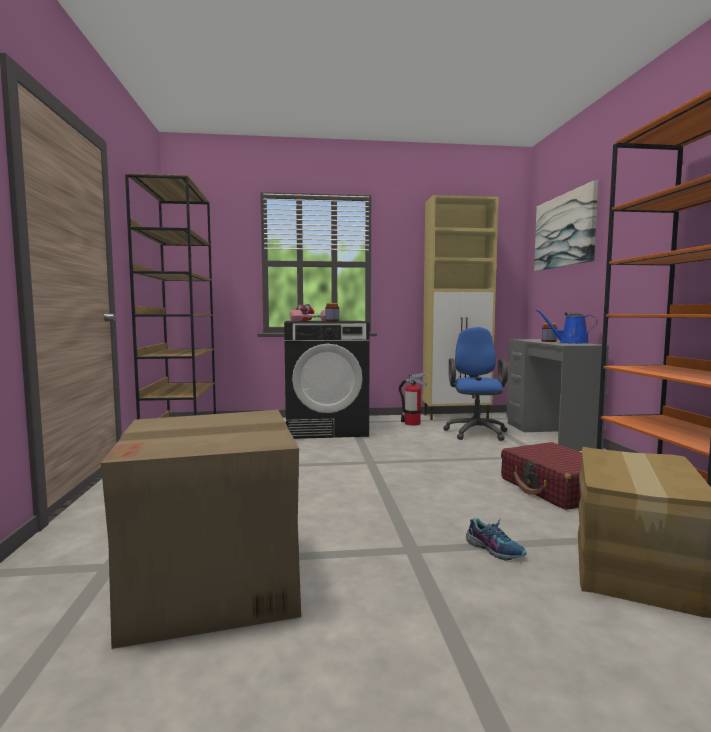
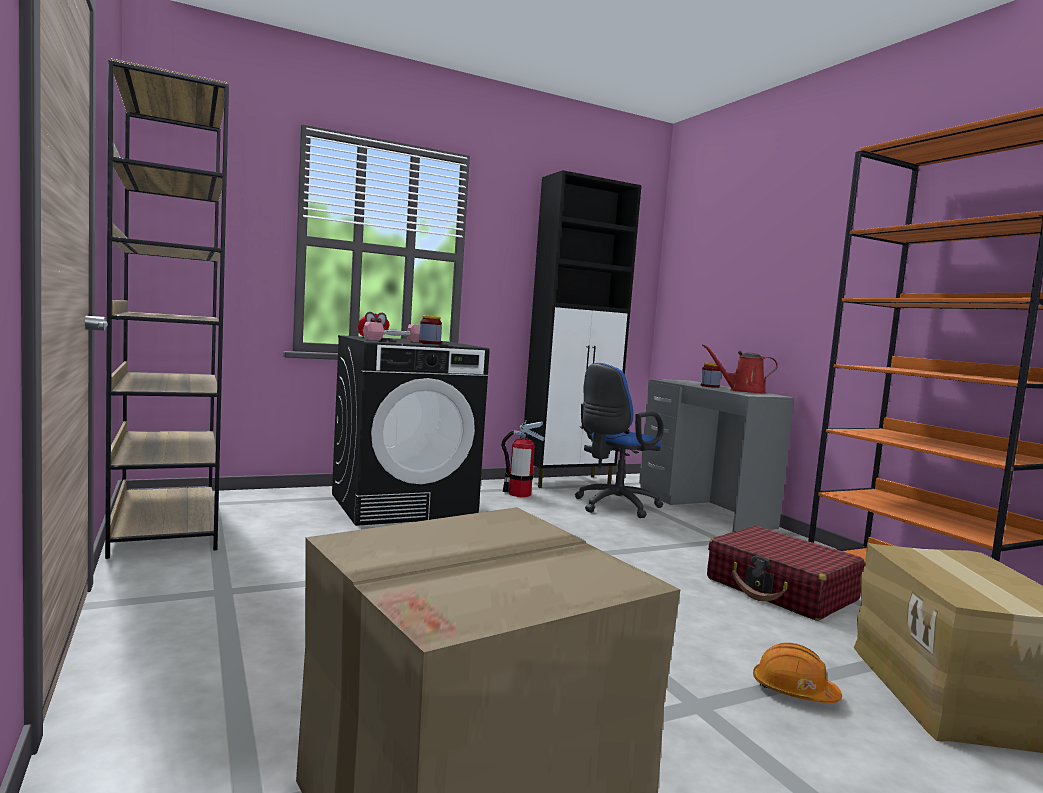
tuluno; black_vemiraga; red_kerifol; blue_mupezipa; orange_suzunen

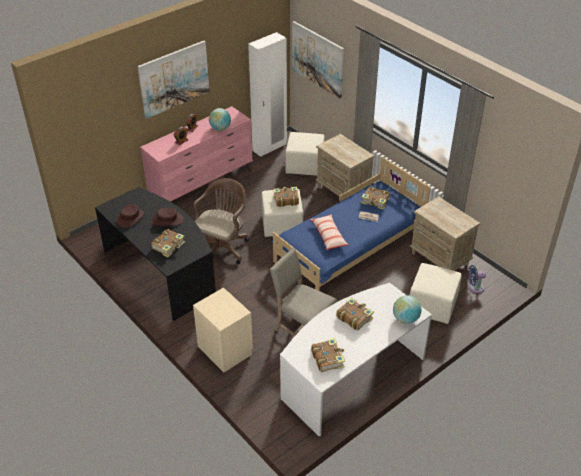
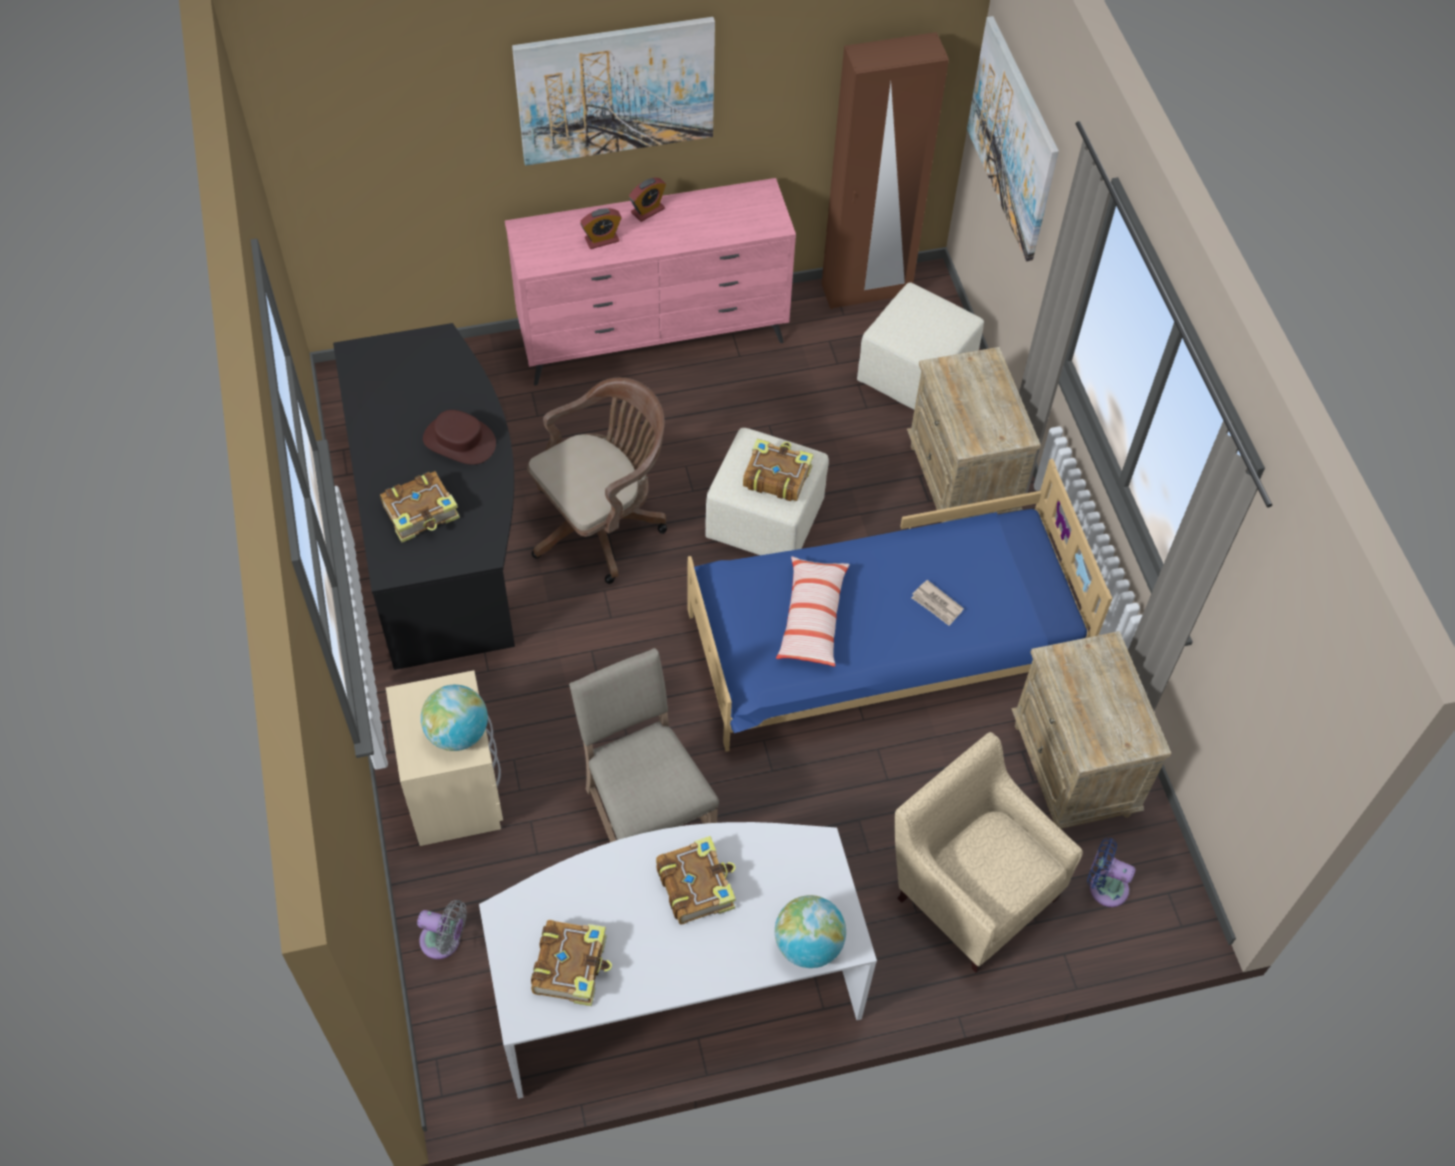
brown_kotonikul; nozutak (no. 1 from left); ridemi (no. 5 from left in the first image); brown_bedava (no. 1 from left in the first image); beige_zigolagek; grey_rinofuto

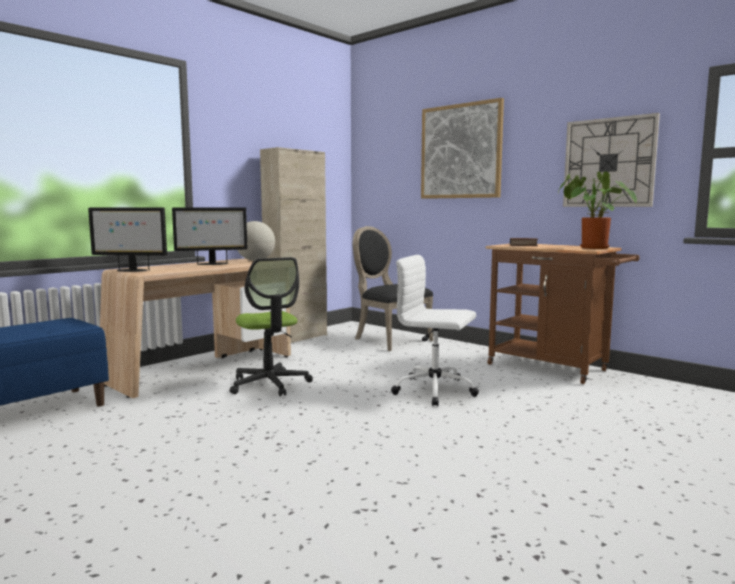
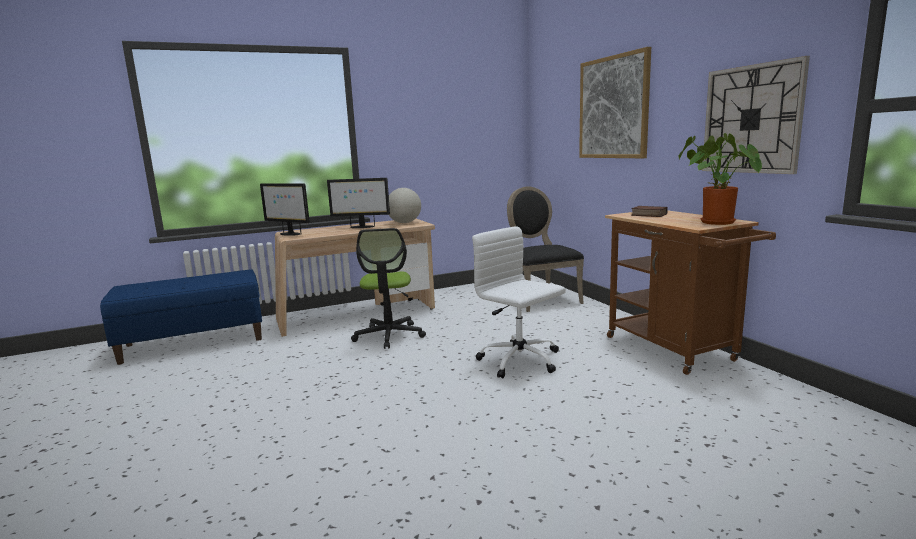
beige_vemiraga

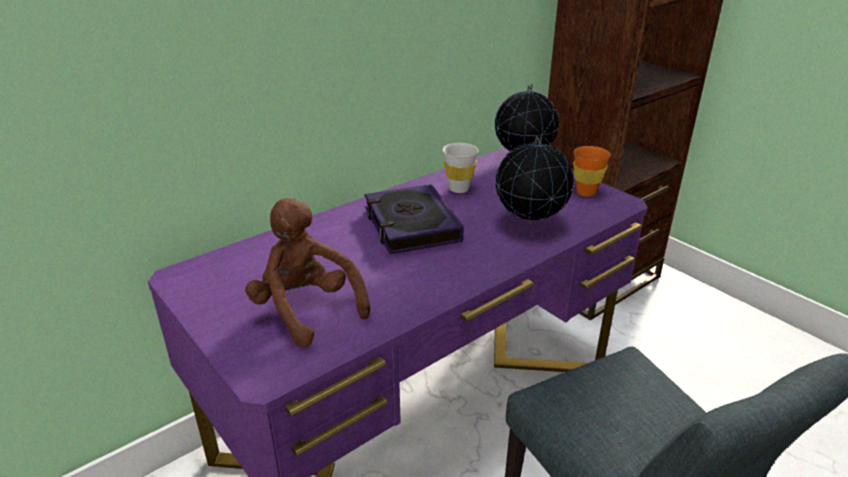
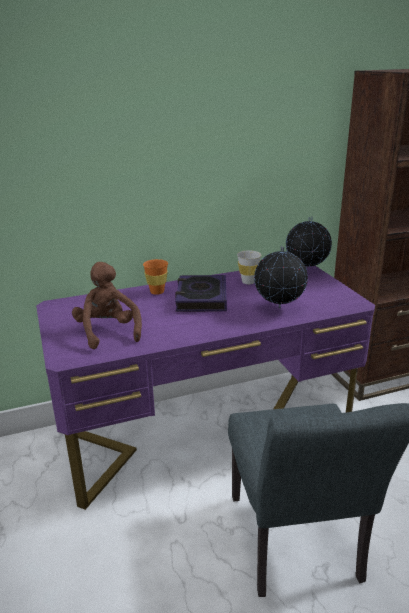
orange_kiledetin

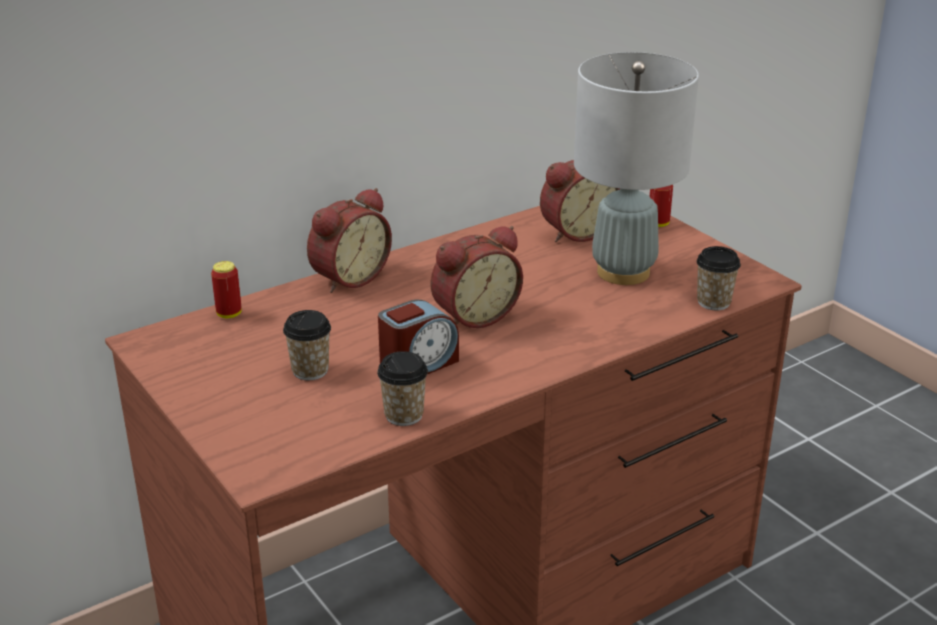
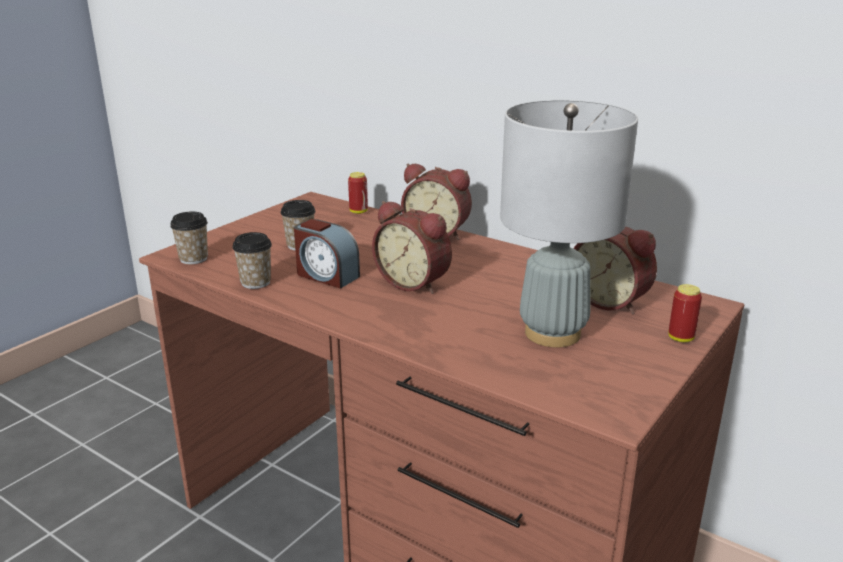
kiledetin (no. 1 from left)

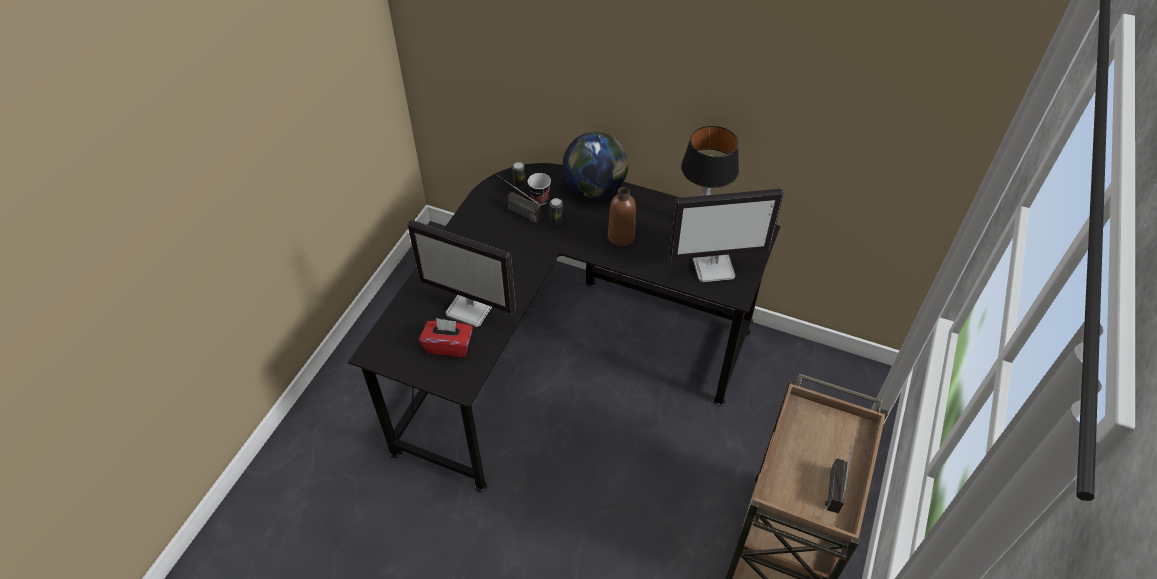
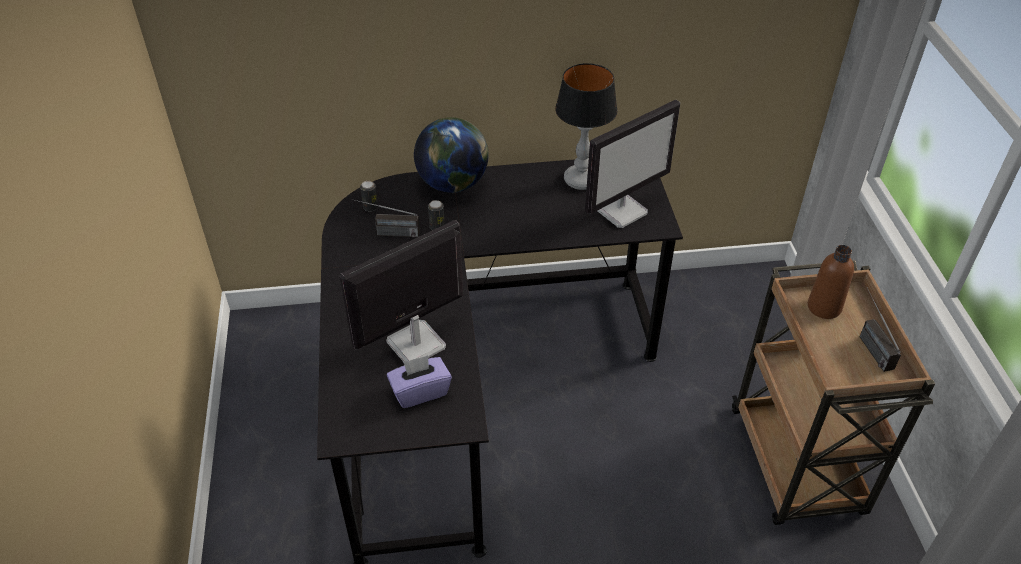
kiledetin; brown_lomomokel; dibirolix (no. 1 from left); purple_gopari

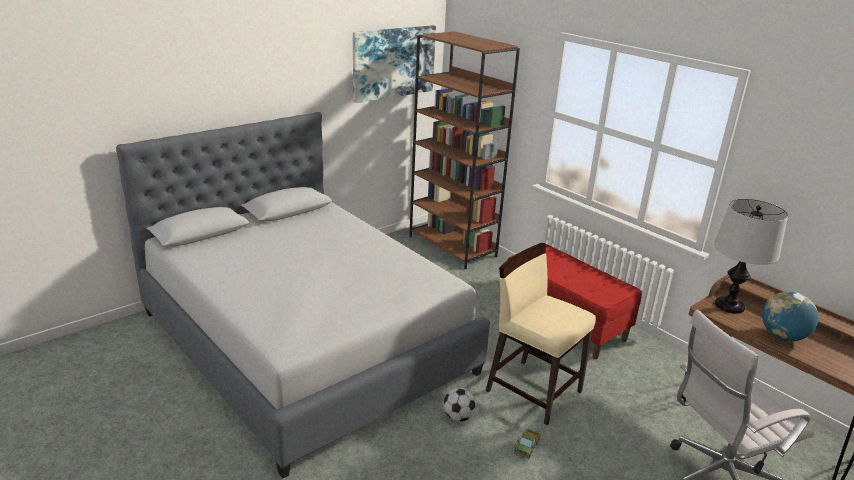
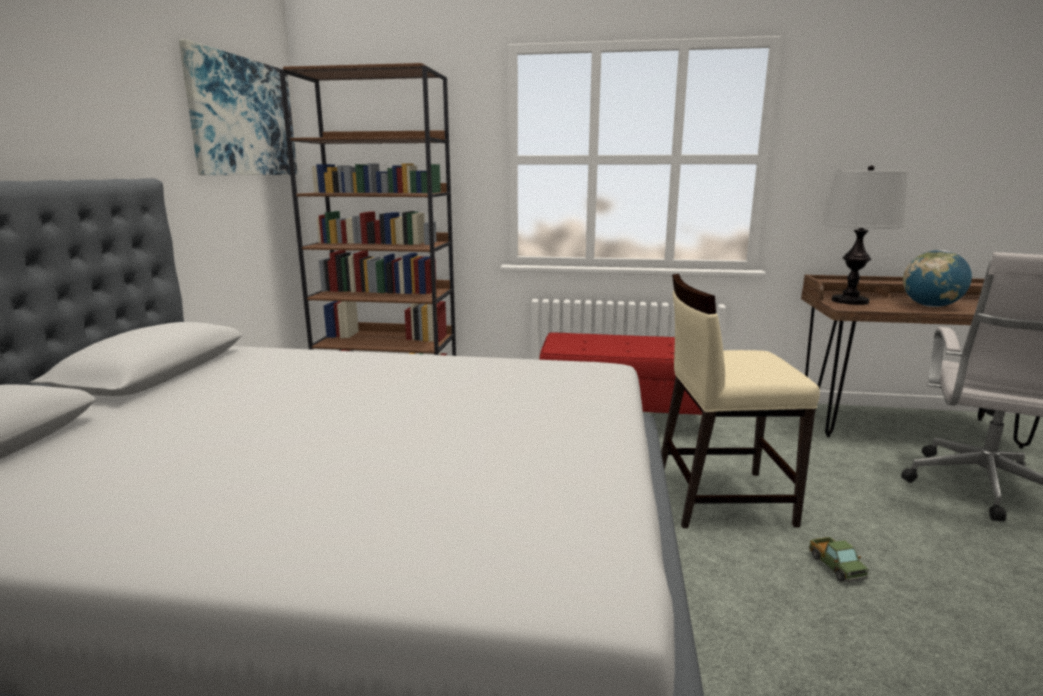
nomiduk

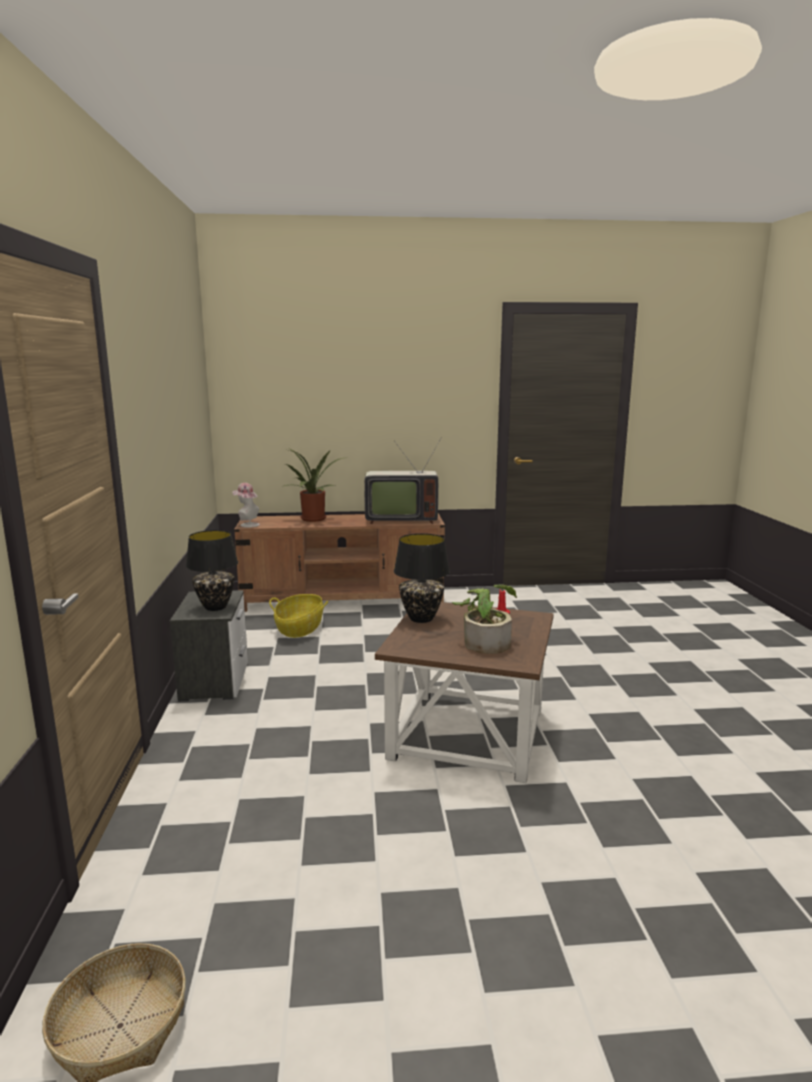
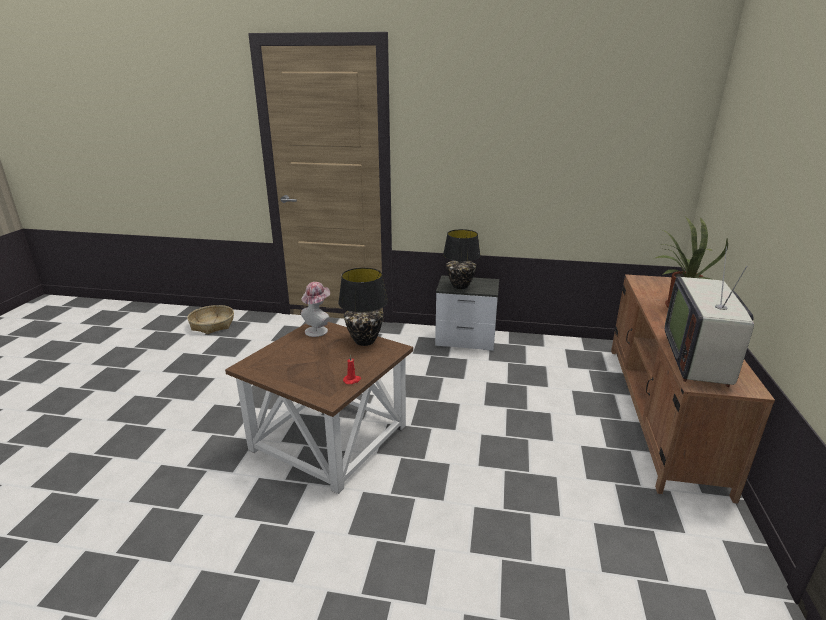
bedava; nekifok (no. 2 from left in the first image); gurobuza (no. 2 from left in the first image)

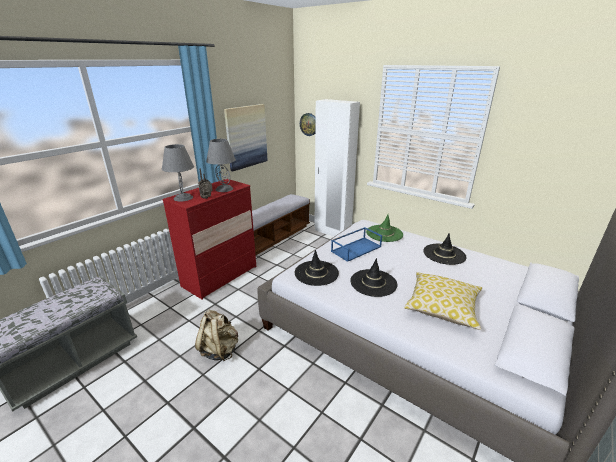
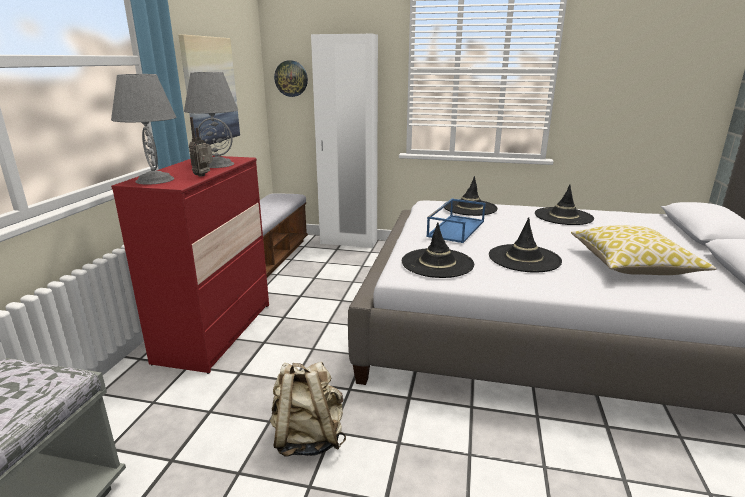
black_bedava (no. 2 from left)

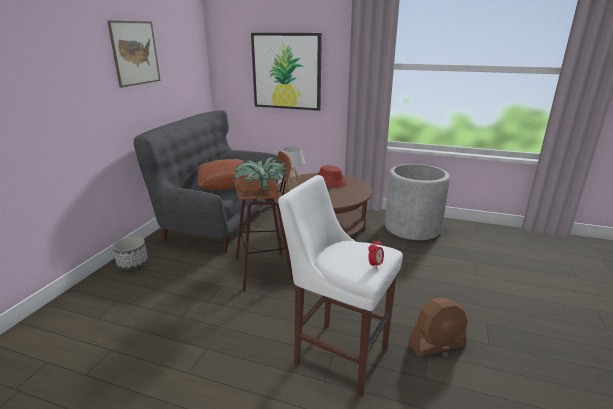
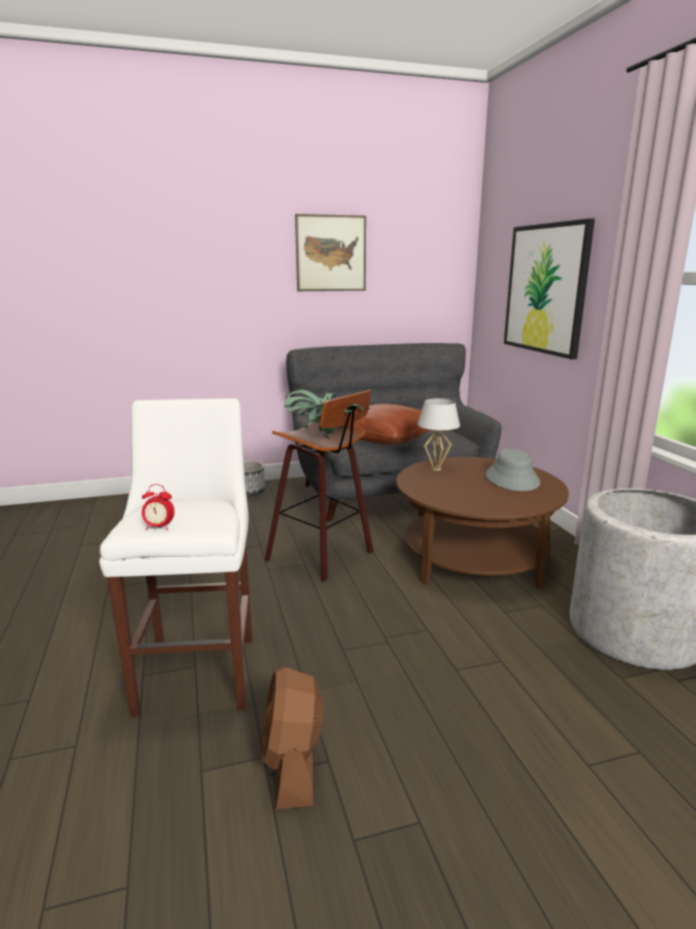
grey_bedava; brown_rinofuto

